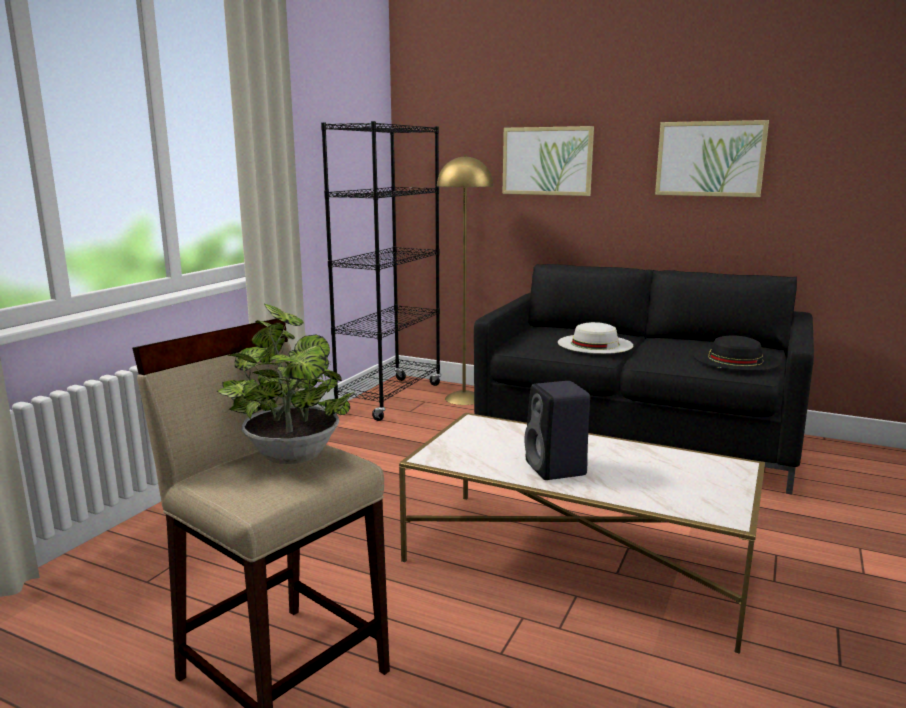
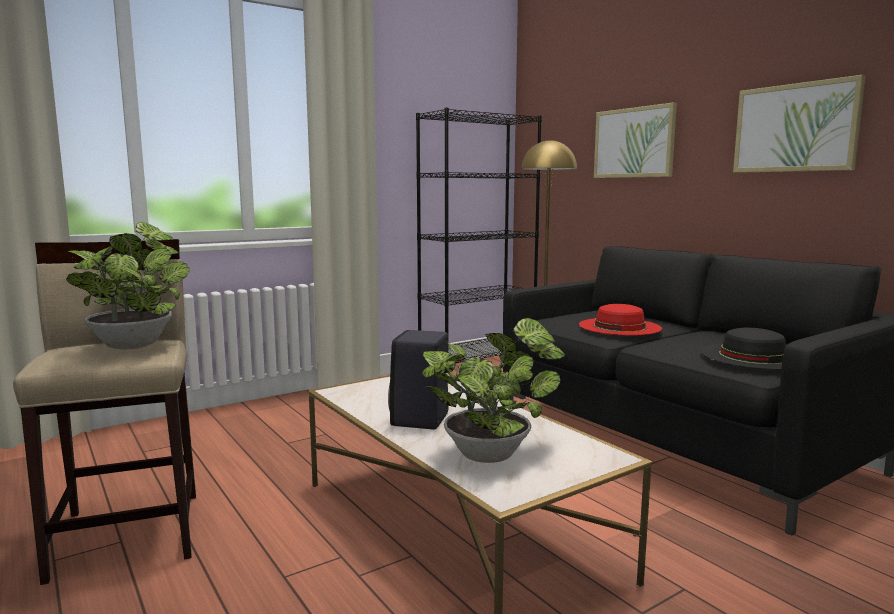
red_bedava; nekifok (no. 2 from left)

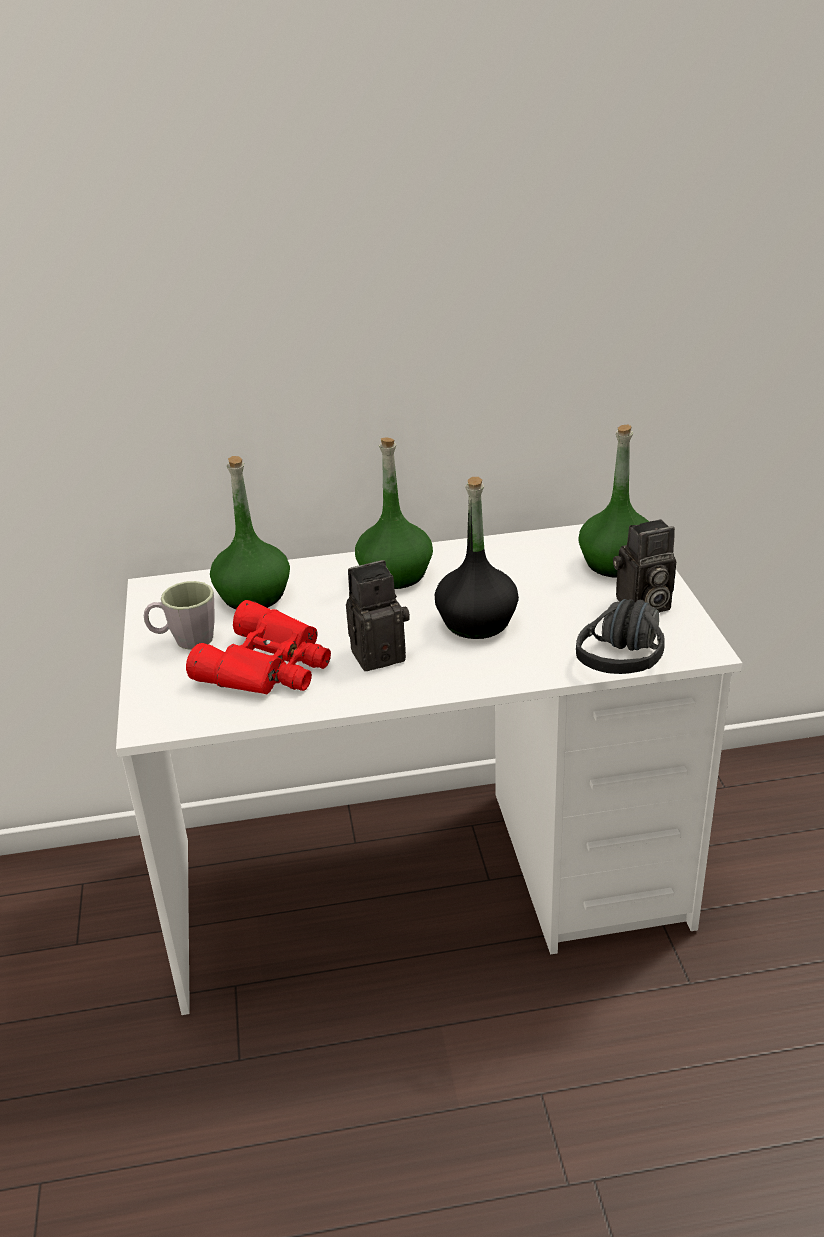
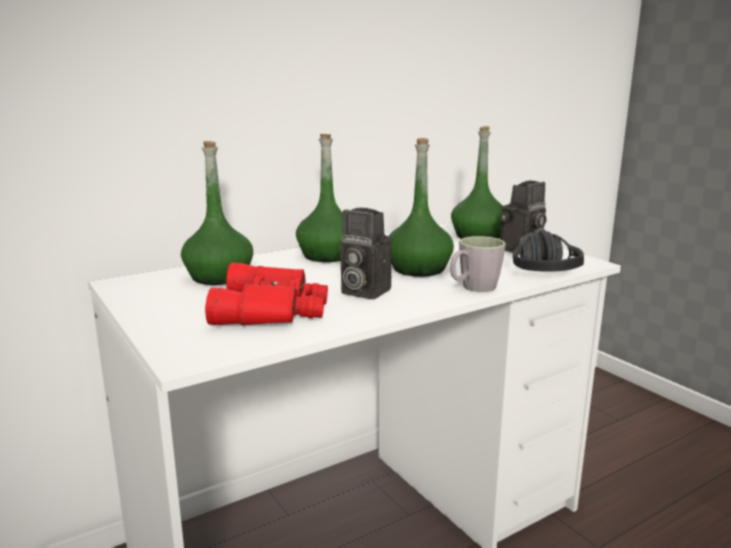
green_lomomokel (no. 3 from left); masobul (no. 1 from left); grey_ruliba

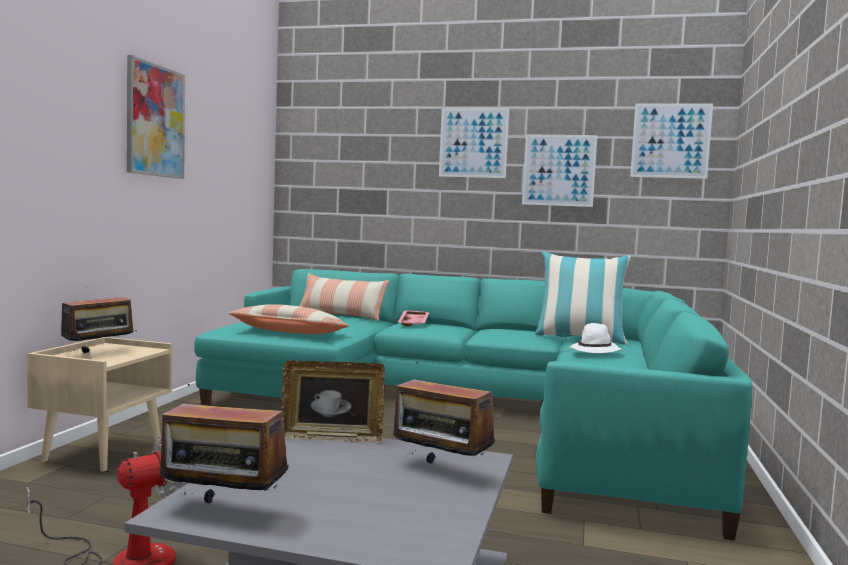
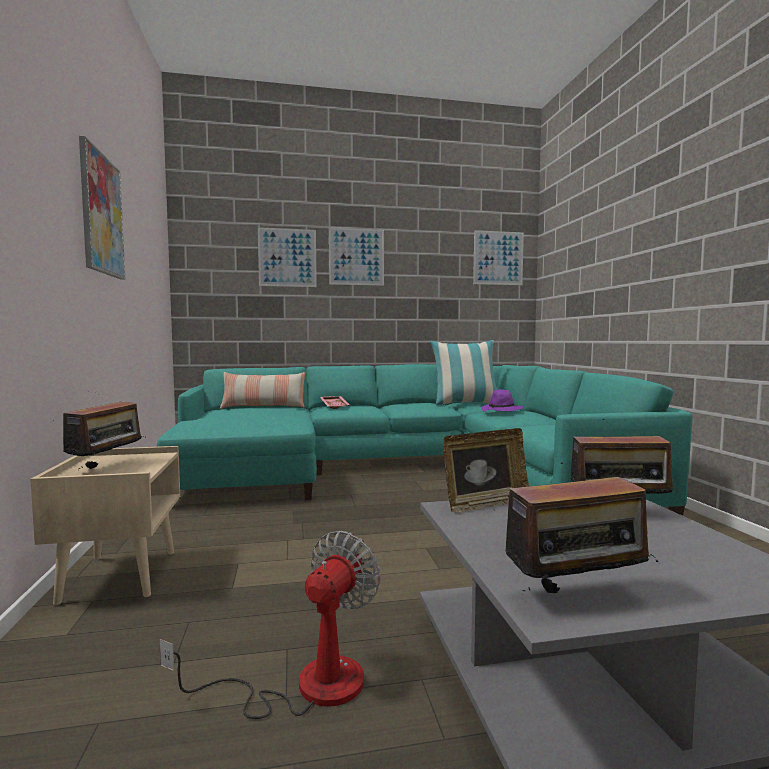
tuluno (no. 2 from left); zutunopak (no. 1 from left in the first image); purple_bedava

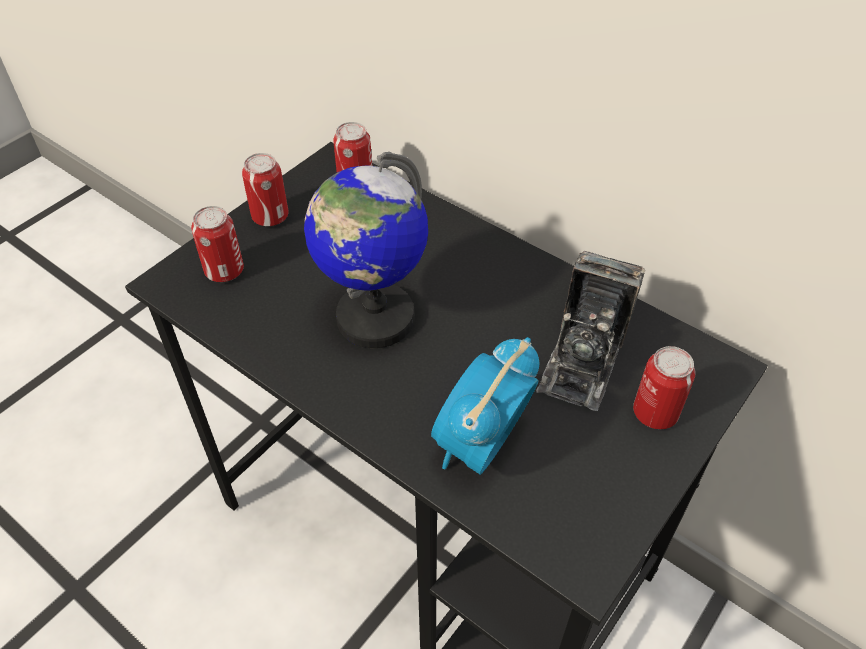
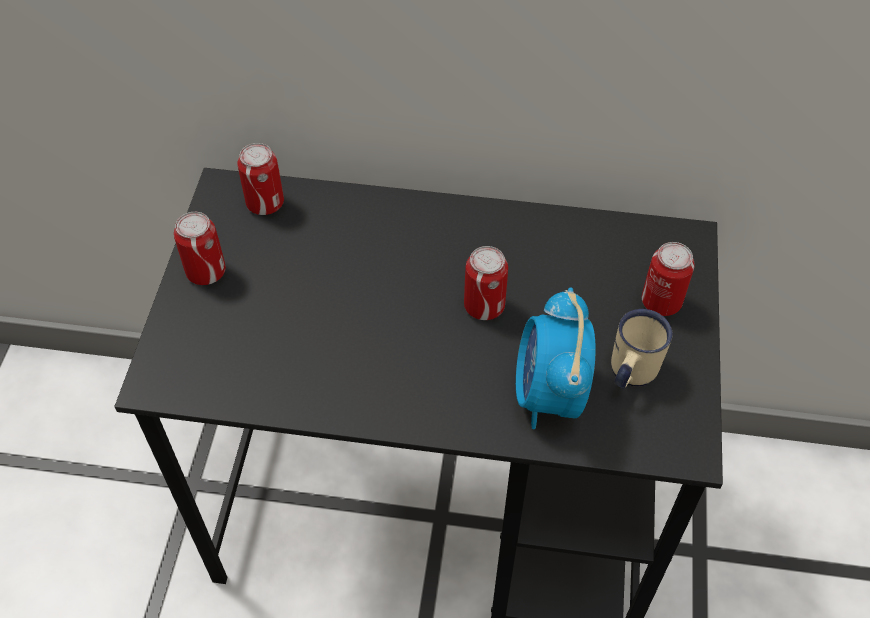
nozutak; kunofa (no. 3 from left); masobul; beige_ruliba

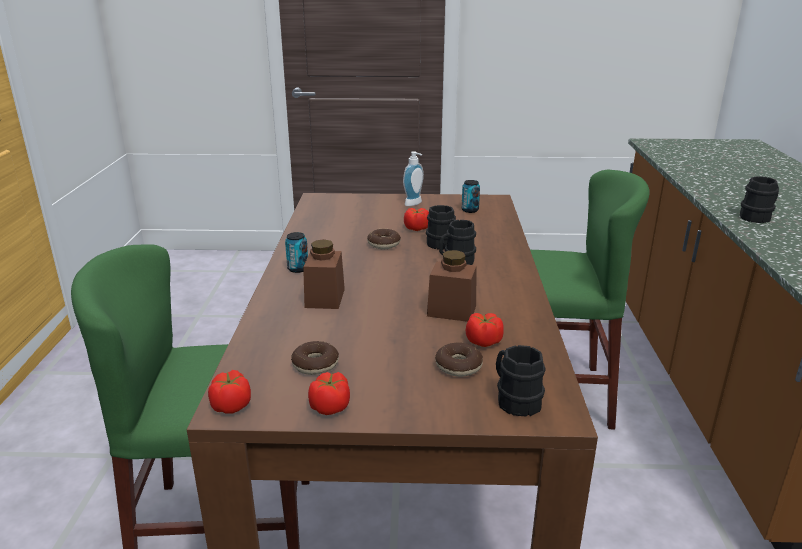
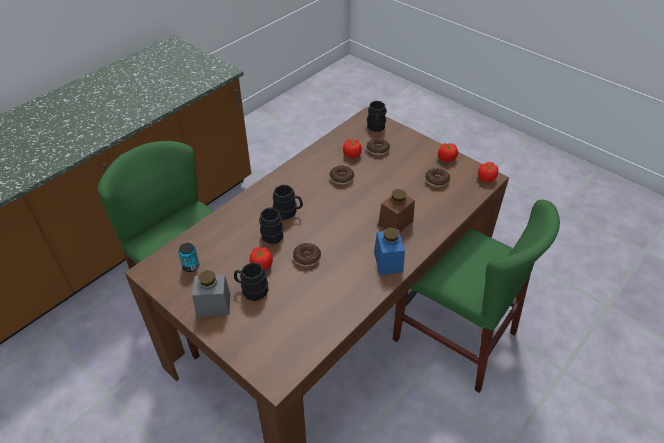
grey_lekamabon; black_ruliba (no. 1 from left); blue_lekamabon; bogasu (no. 2 from left)

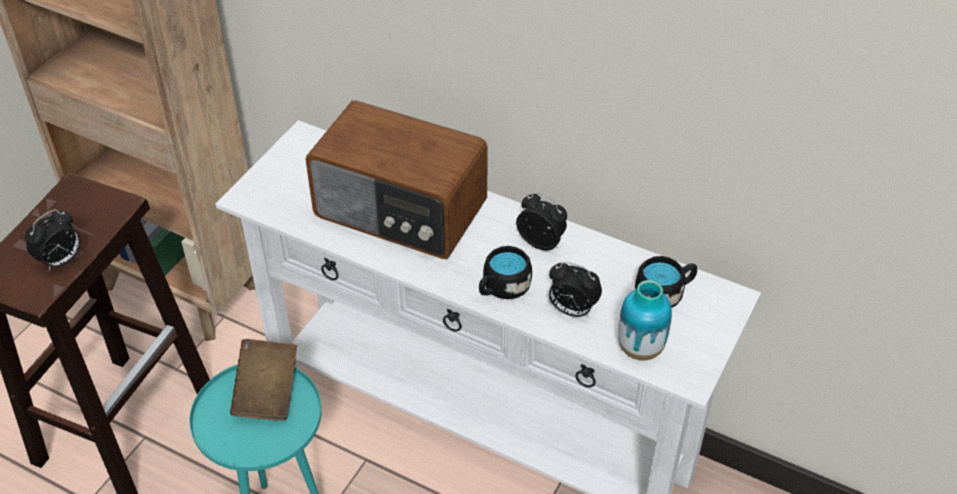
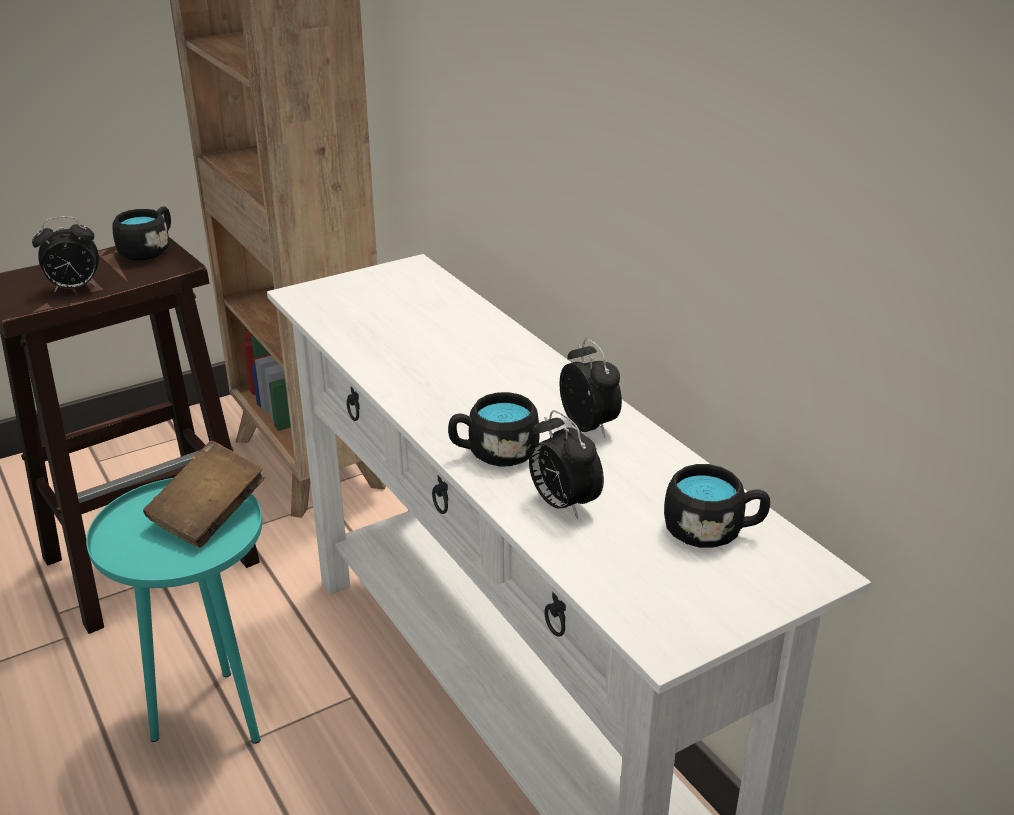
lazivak; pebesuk; black_ruliba (no. 1 from left)

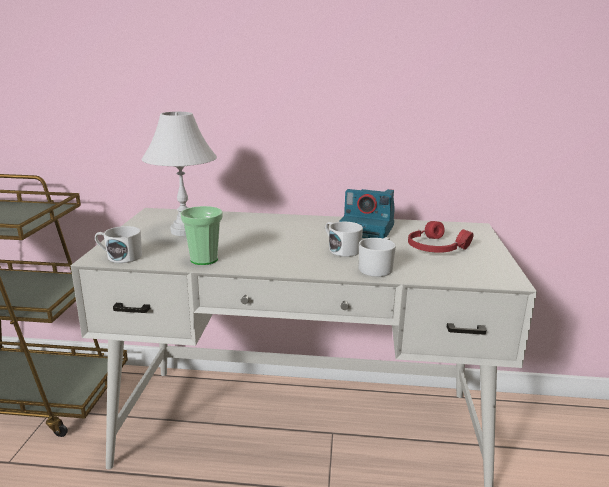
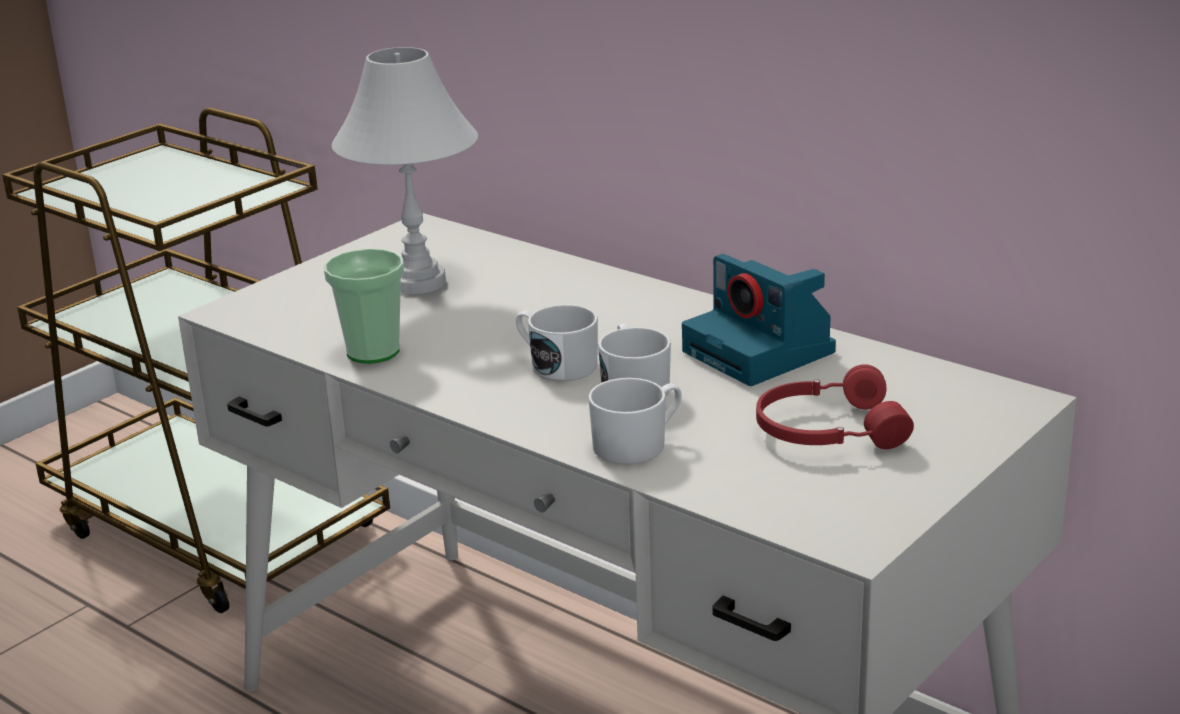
white_ruliba (no. 1 from left)

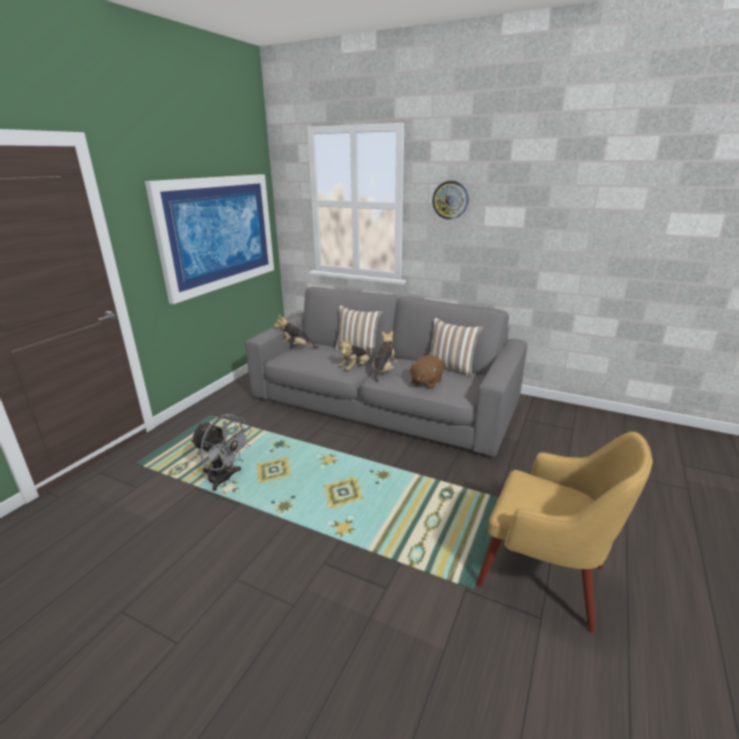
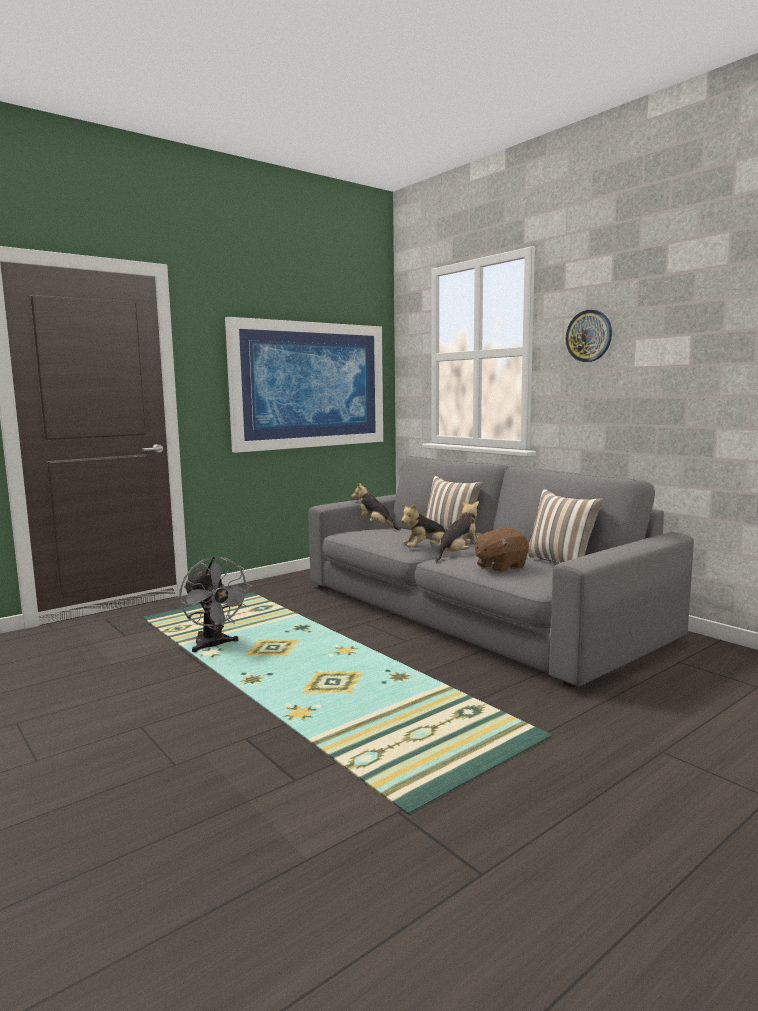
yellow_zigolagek

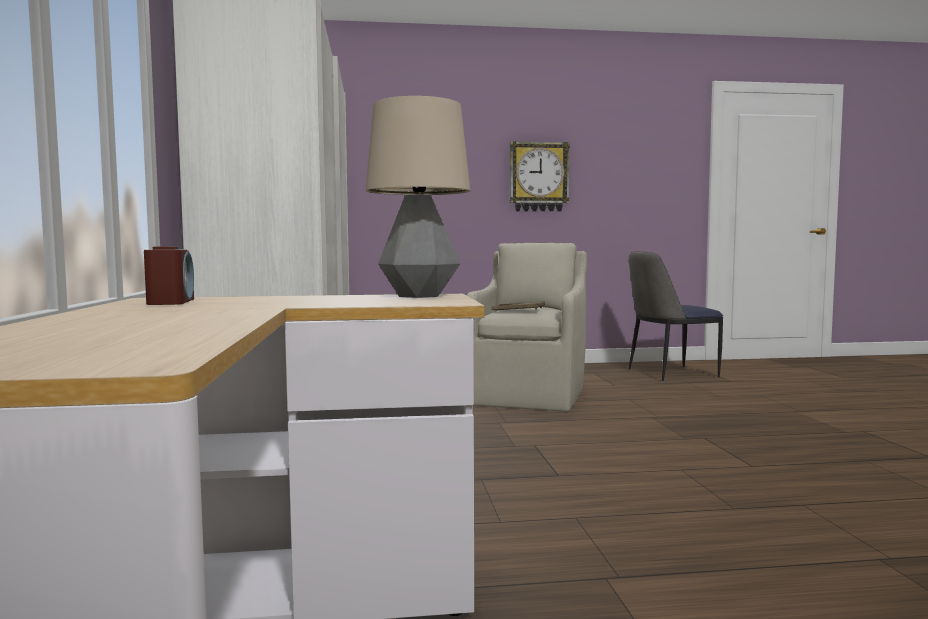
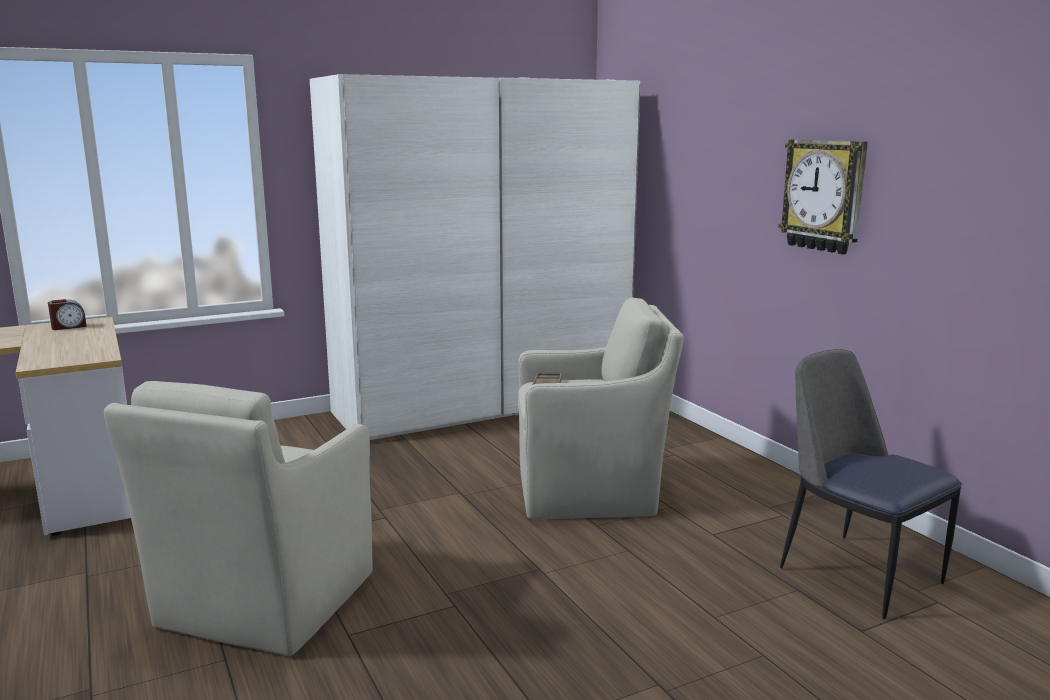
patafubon; beige_zigolagek (no. 1 from left)

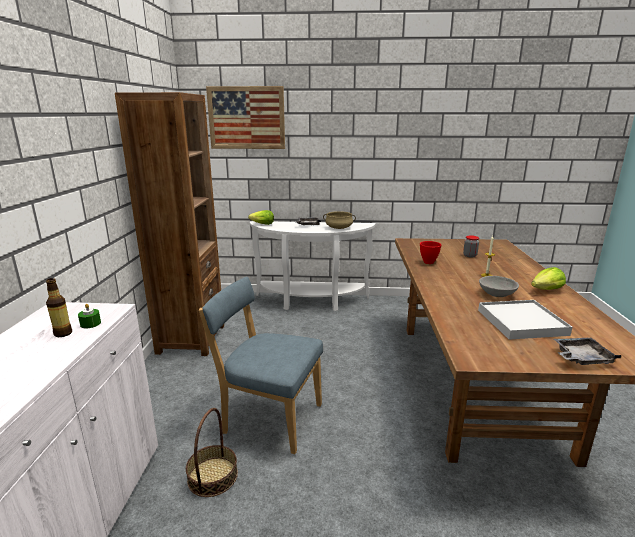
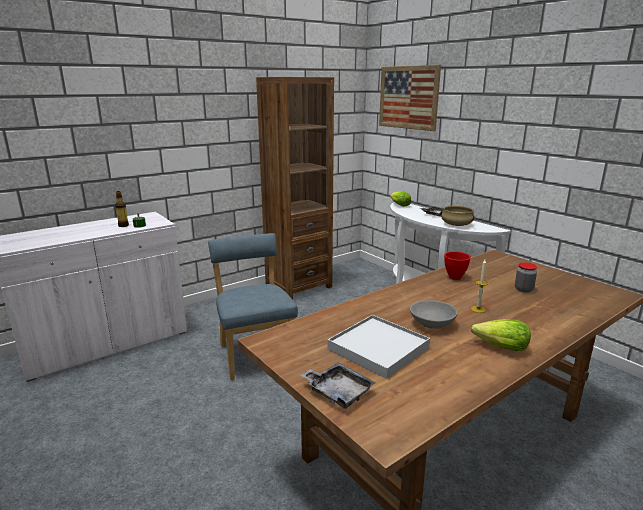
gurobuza

